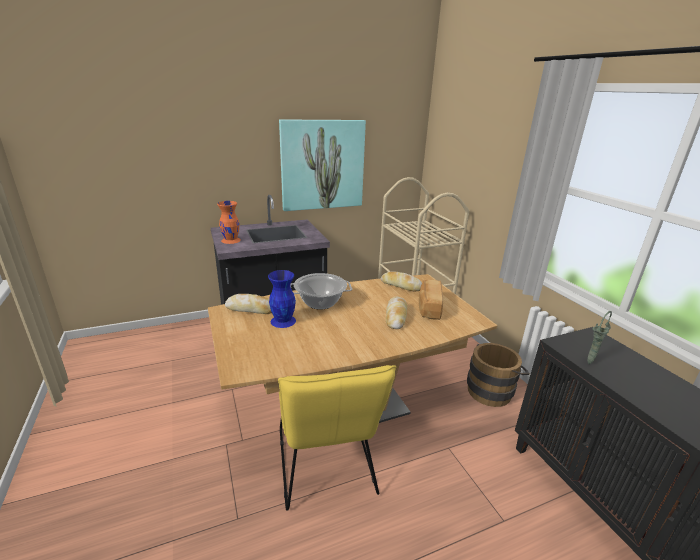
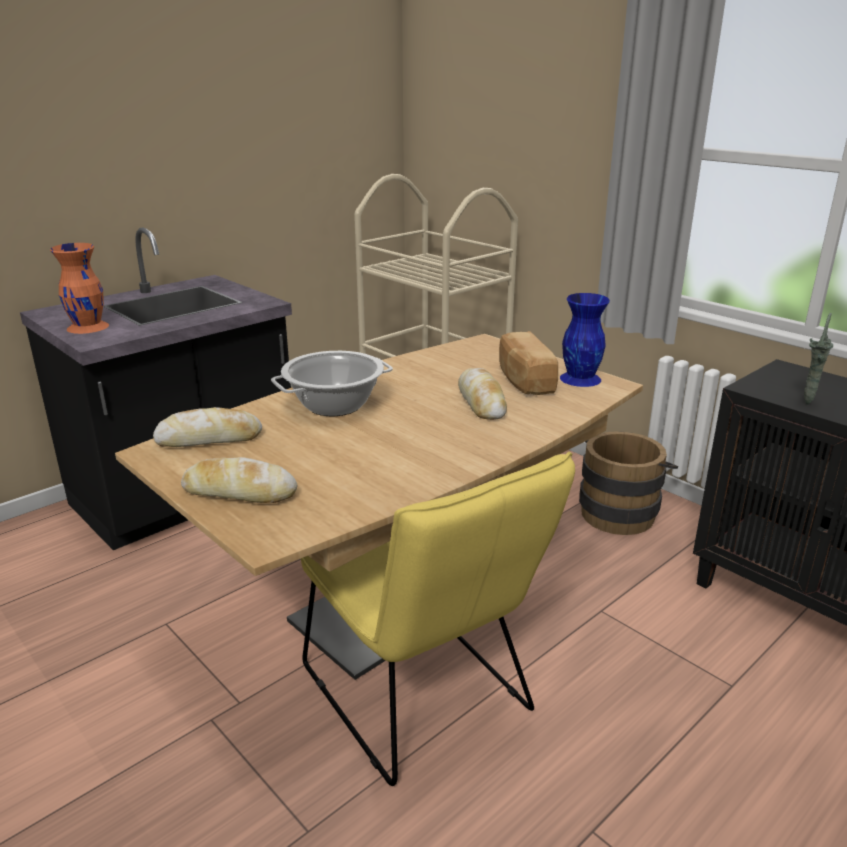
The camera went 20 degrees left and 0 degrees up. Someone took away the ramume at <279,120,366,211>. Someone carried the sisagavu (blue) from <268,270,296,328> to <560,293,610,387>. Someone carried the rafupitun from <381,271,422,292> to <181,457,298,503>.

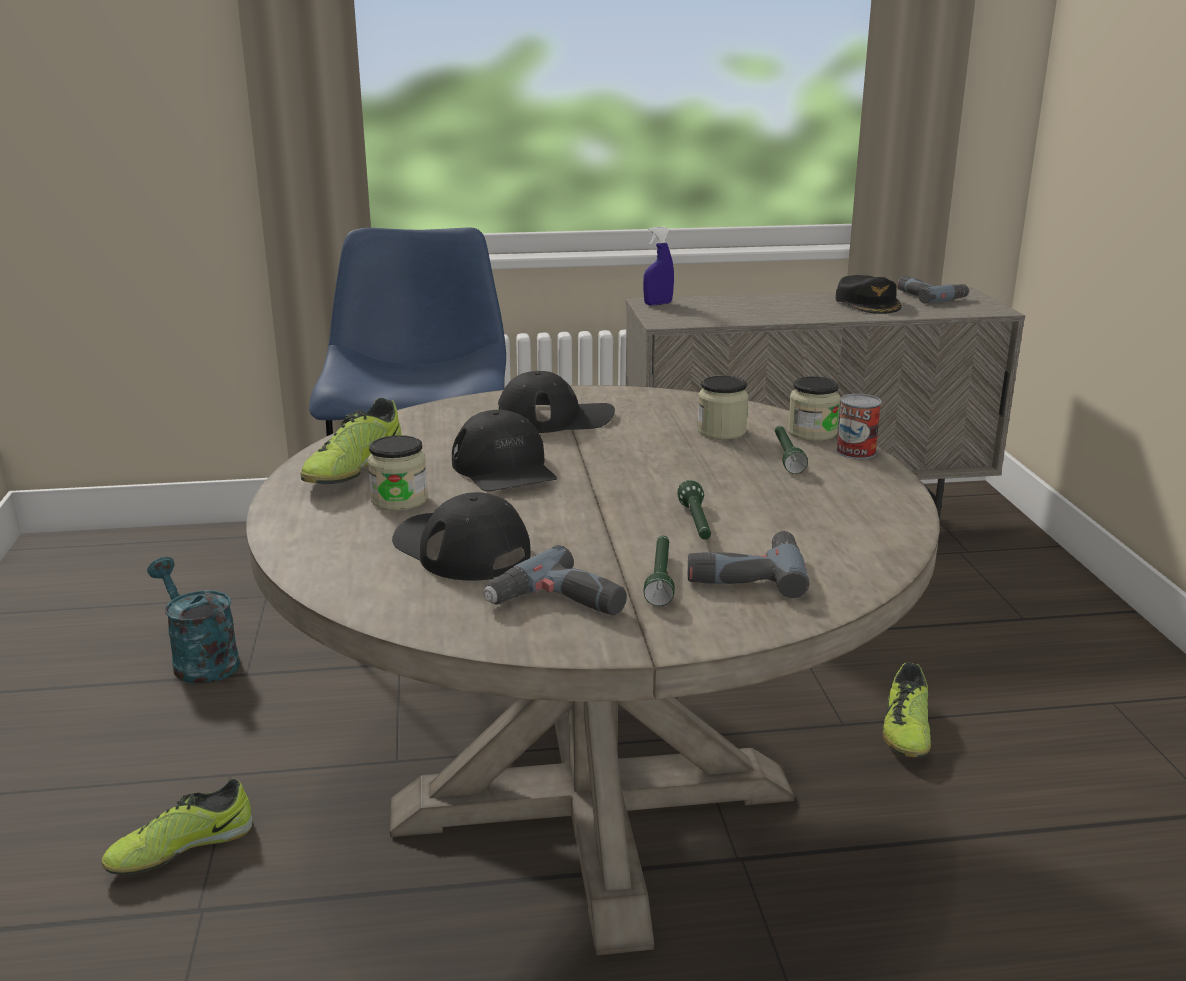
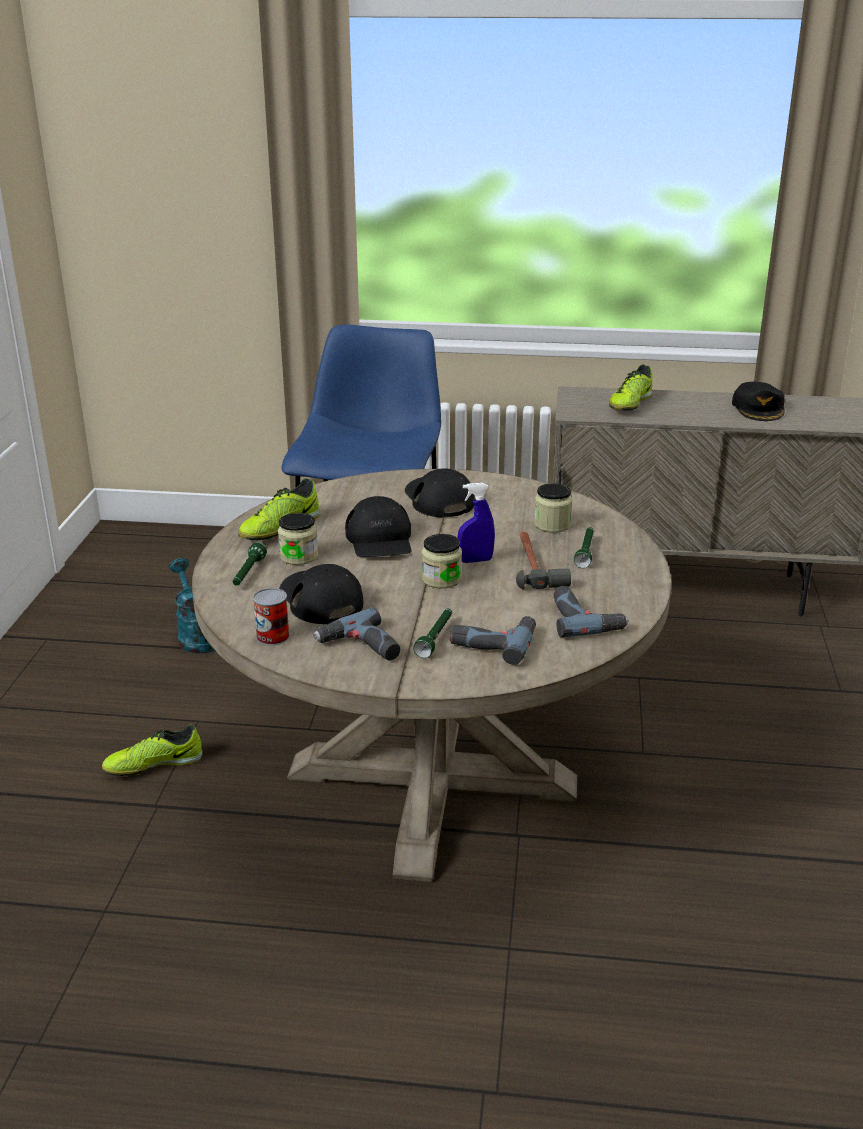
The camera went 15 degrees right and 5 degrees up. Someone carried the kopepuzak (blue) from <643,227,674,305> to <458,483,495,563>. Someone carried the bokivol from <897,276,970,304> to <554,586,629,637>. Someone rotated the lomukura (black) at <498,371,615,433> by 120 degrees counterclockwise. Someone carried the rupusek from <788,376,841,441> to <422,534,462,588>. Someone carried the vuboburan from <836,394,882,459> to <253,588,290,645>. Someone carried the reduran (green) from <677,480,711,540> to <233,542,267,586>. Someone carried the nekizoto from <882,662,931,757> to <609,364,653,411>. Someone put down the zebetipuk at <516,532,571,590>.

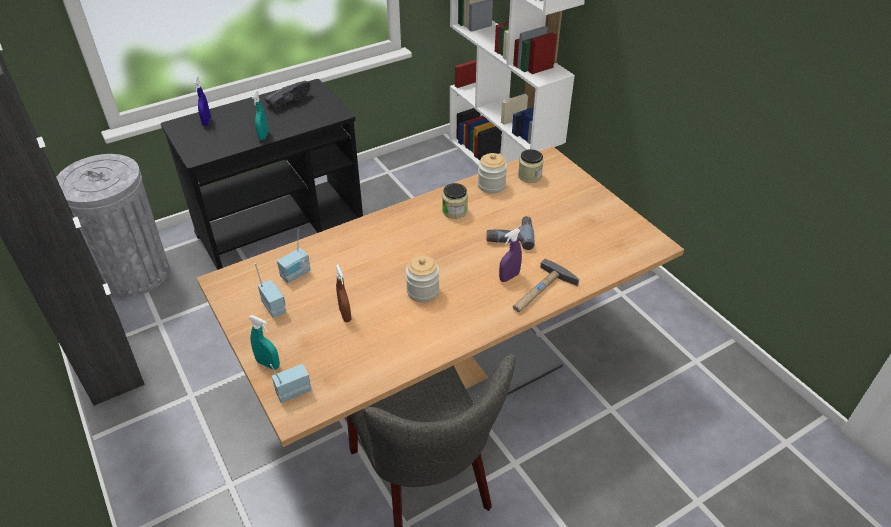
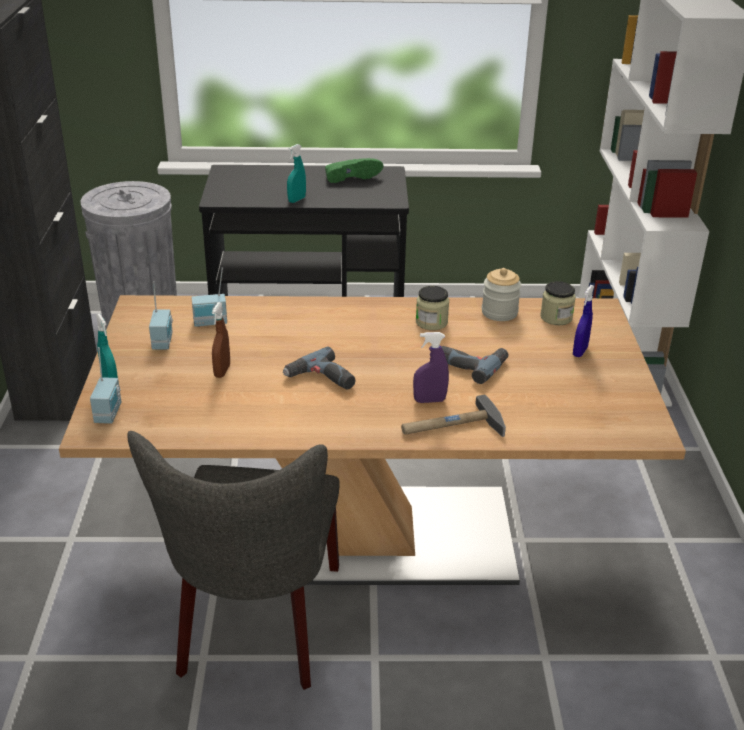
The camera went 30 degrees right and 10 degrees down. Someone carried the kopepuzak (blue) from <193,77,211,126> to <573,285,594,357>. Someone repainted the nekizoto (black) at <265,81,311,111>, which became the nekizoto (green) at <325,158,383,183>. Someone swapped the rupusek at <406,255,439,302> for the bokivol at <283,347,355,389>. Someone rotated the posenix at <270,364,312,403> by 90 degrees clockwise.

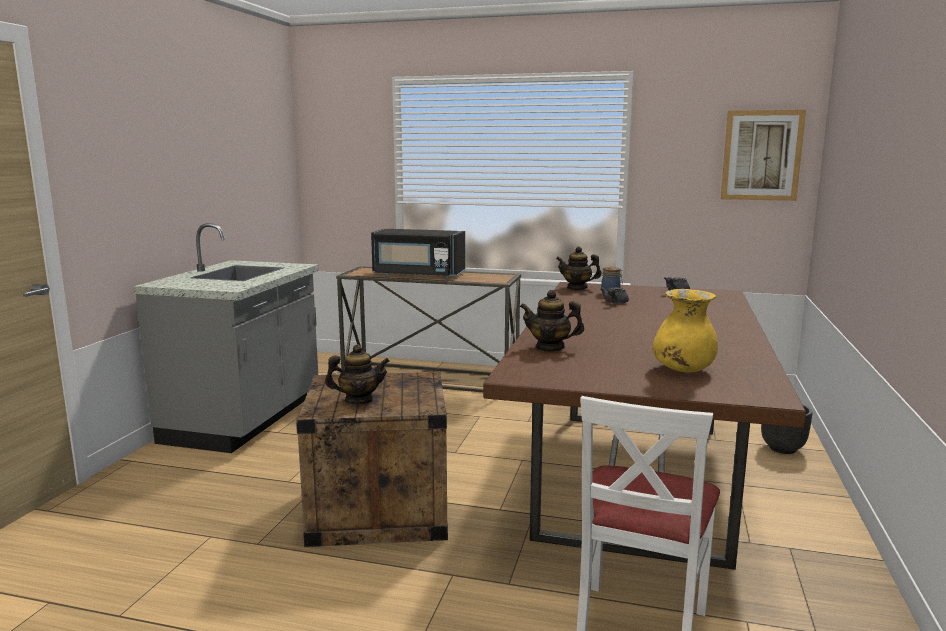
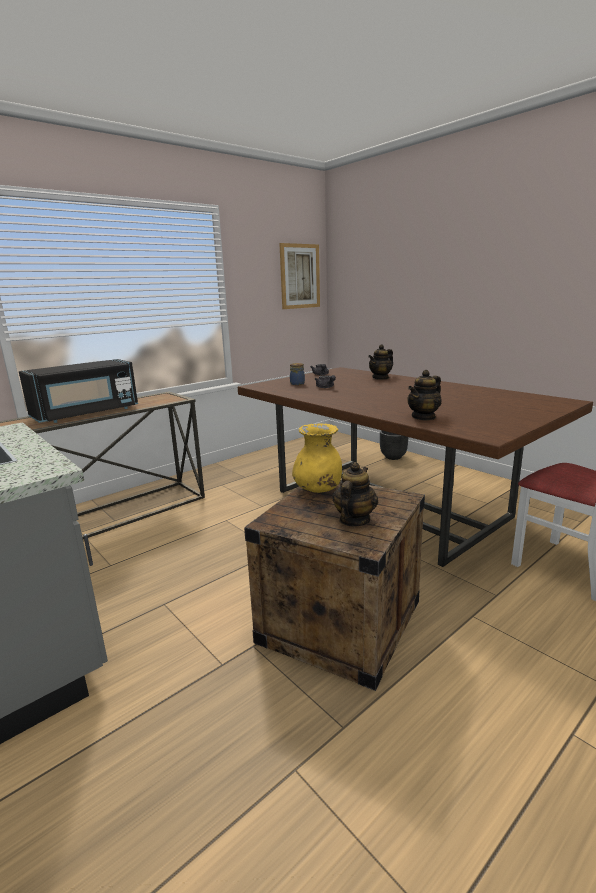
The camera went 55 degrees left and 5 degrees up. Someone carried the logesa from <556,247,602,290> to <368,344,393,380>. Someone carried the sisagavu (yellow) from <653,289,718,373> to <292,423,342,493>.

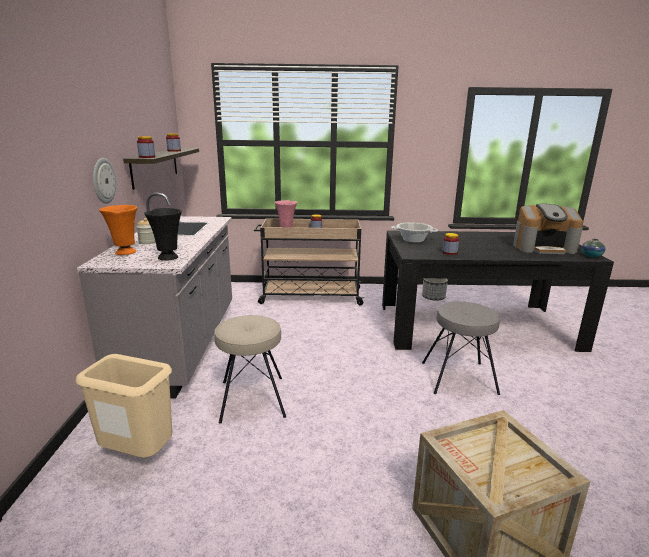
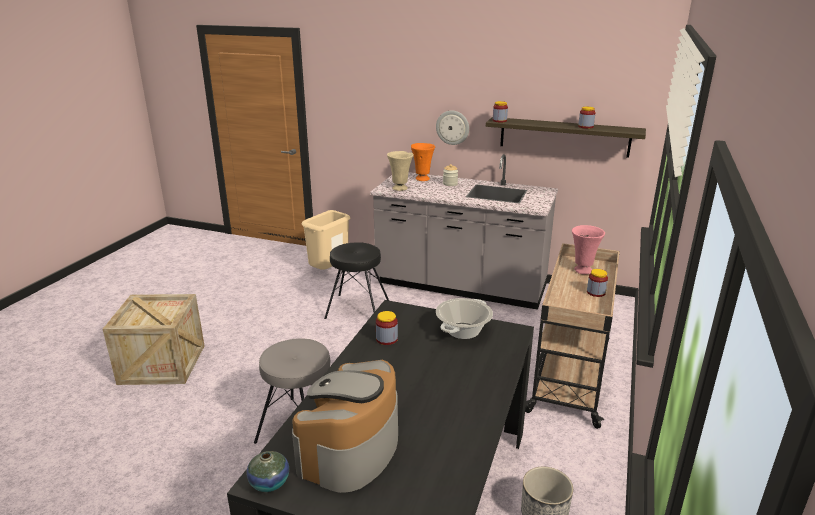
The camera went 110 degrees right and 5 degrees up. Someone repainted the sisagavu (black) at <144,208,182,261>, which became the sisagavu (beige) at <387,151,414,191>. Someone repainted the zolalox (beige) at <215,315,286,424>, which became the zolalox (black) at <324,242,389,319>.

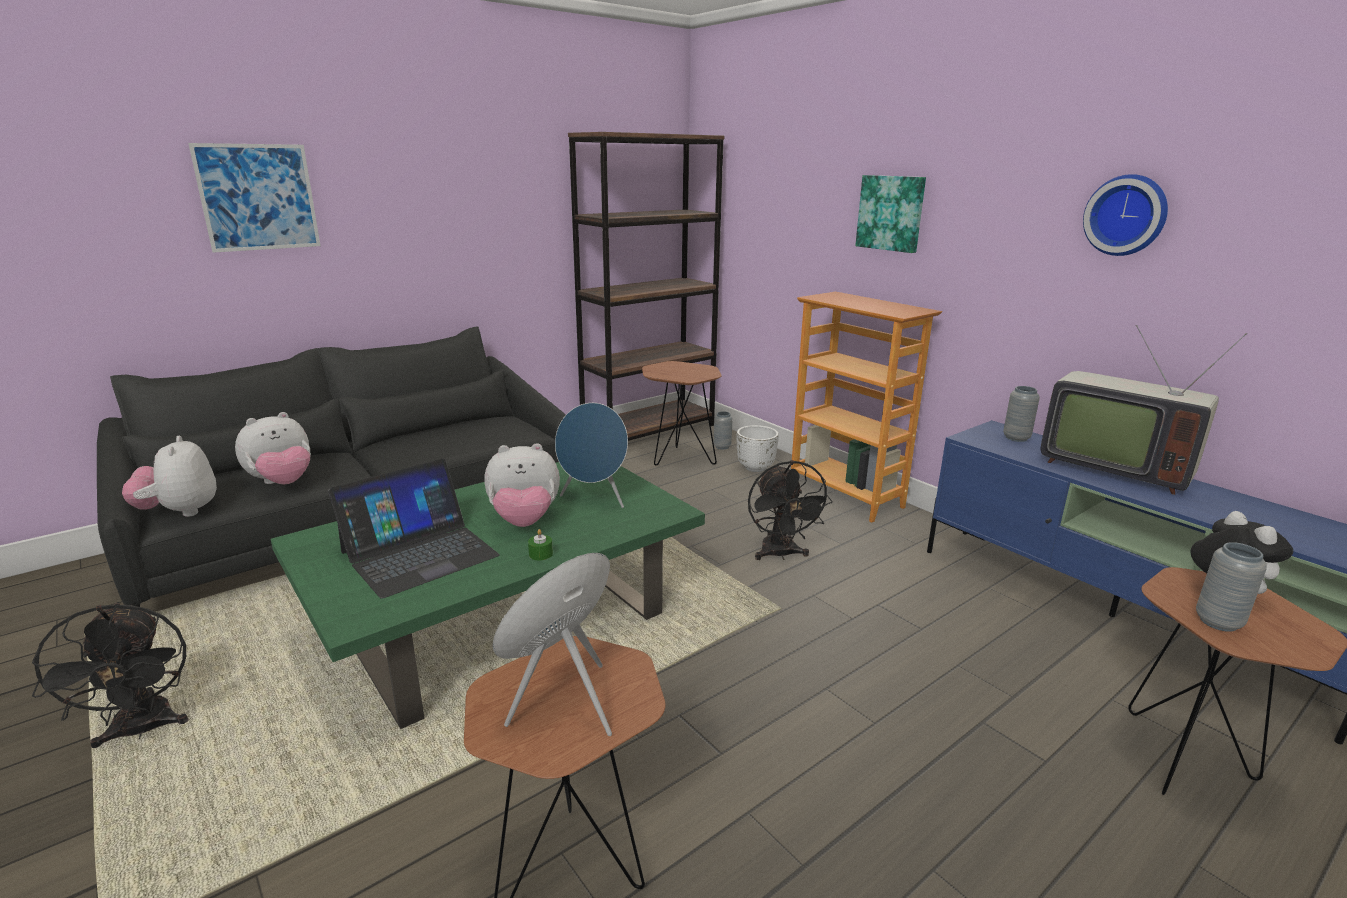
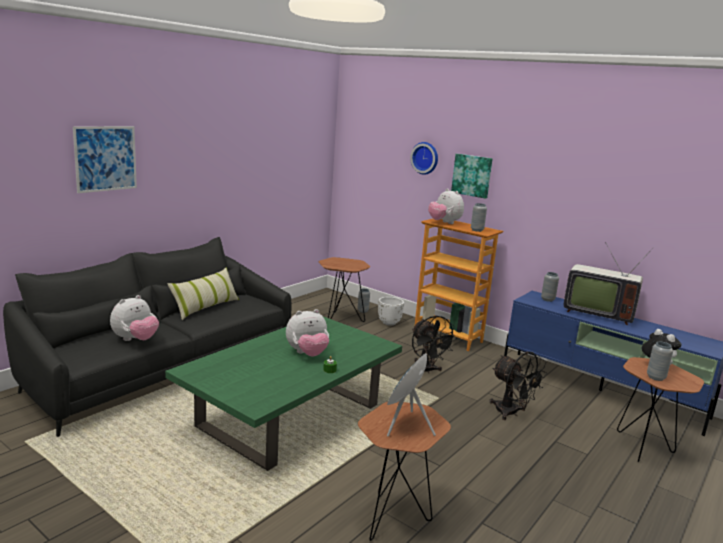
The camera went 15 degrees left and 5 degrees down. Someone took away the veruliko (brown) at <568,132,724,441>. Someone carried the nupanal from <1083,174,1168,256> to <410,142,438,175>. Someone took away the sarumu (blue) at <555,403,628,508>. Someone carried the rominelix from <122,436,217,517> to <428,188,464,224>. Someone took away the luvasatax at <328,459,500,599>. Someone carried the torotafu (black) from <32,602,189,748> to <489,352,547,420>. Someone put down the sisagavu (grey) at <471,203,487,232>. Someone put down the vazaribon at <167,268,239,320>.

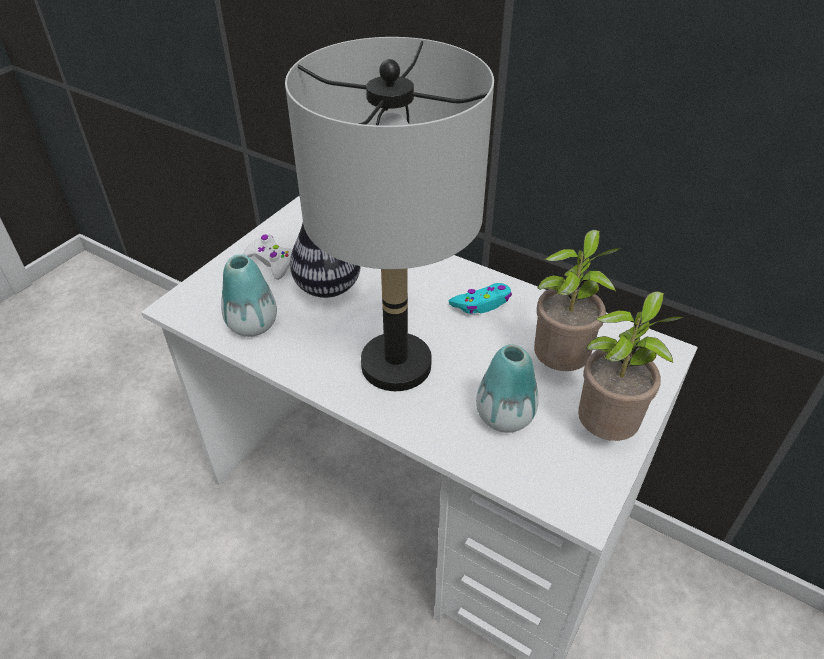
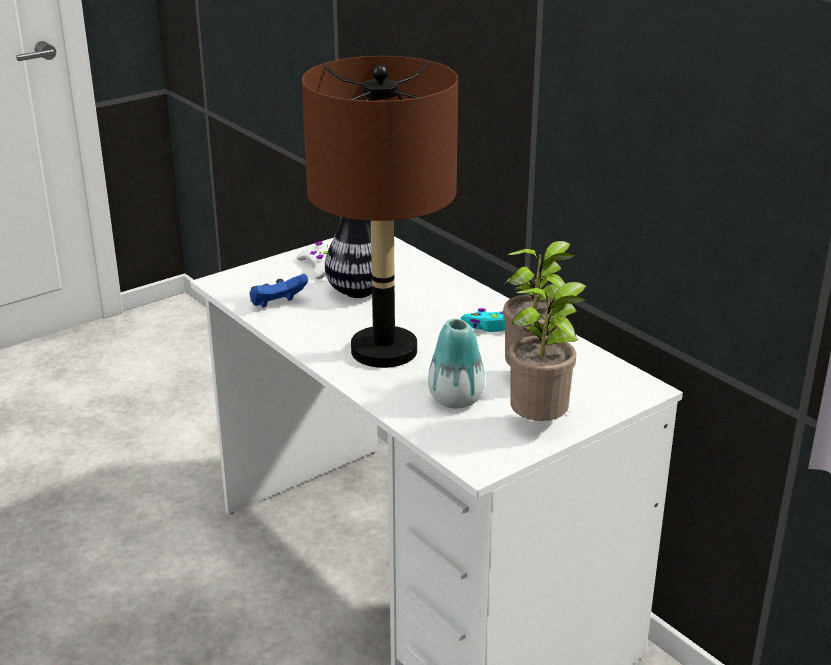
The camera went 20 degrees right and 15 degrees down. Someone repainted the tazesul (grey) at <285,37,494,391>, which became the tazesul (brown) at <302,56,458,368>. Someone swapped the sisagavu at <221,254,277,337> for the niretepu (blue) at <250,274,308,308>.

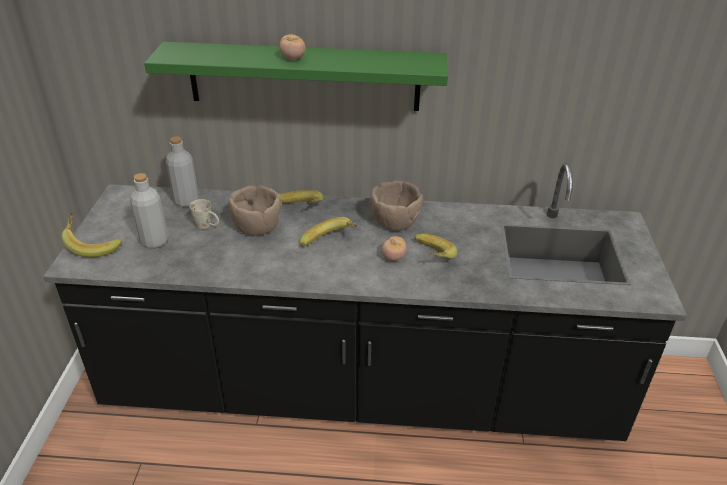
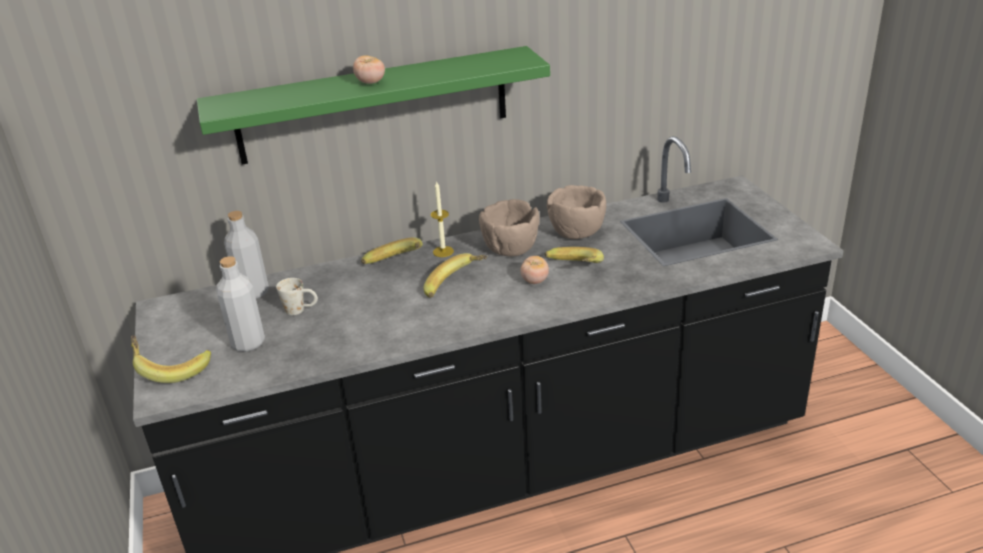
The camera went 20 degrees left and 5 degrees down. Someone carried the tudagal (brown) from <228,185,281,236> to <547,185,606,239>. Someone put down the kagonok at <431,181,454,257>.

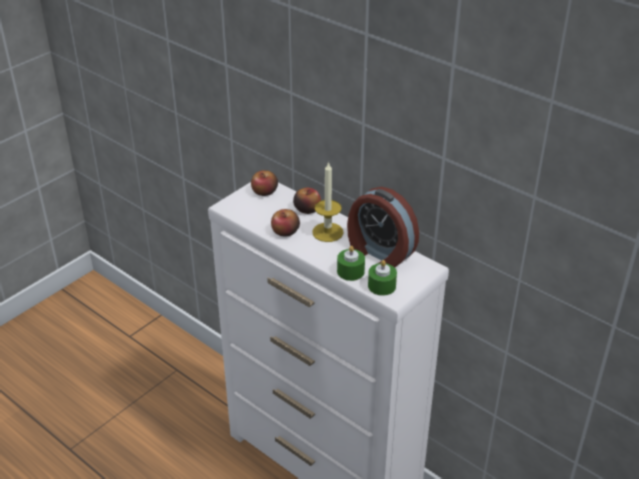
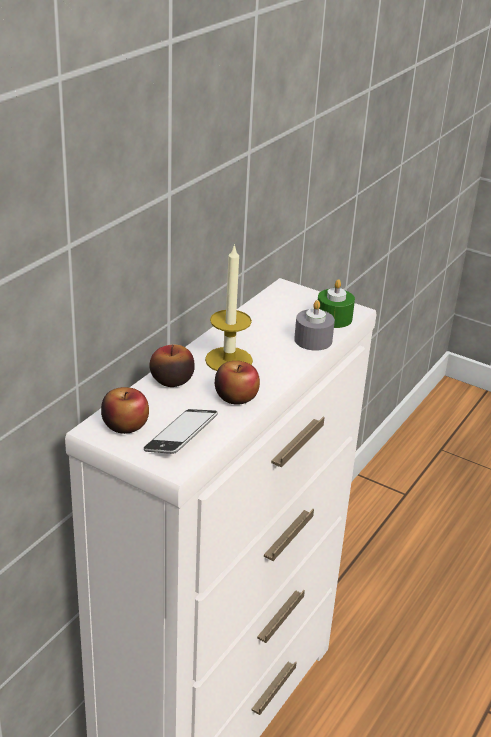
The camera went 100 degrees left and 5 degrees down. Someone took away the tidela at <347,187,419,268>. Someone repainted the kagonok (green) at <337,246,365,281>, which became the kagonok (grey) at <294,300,335,351>. Someone put down the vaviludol at <144,409,218,454>.

